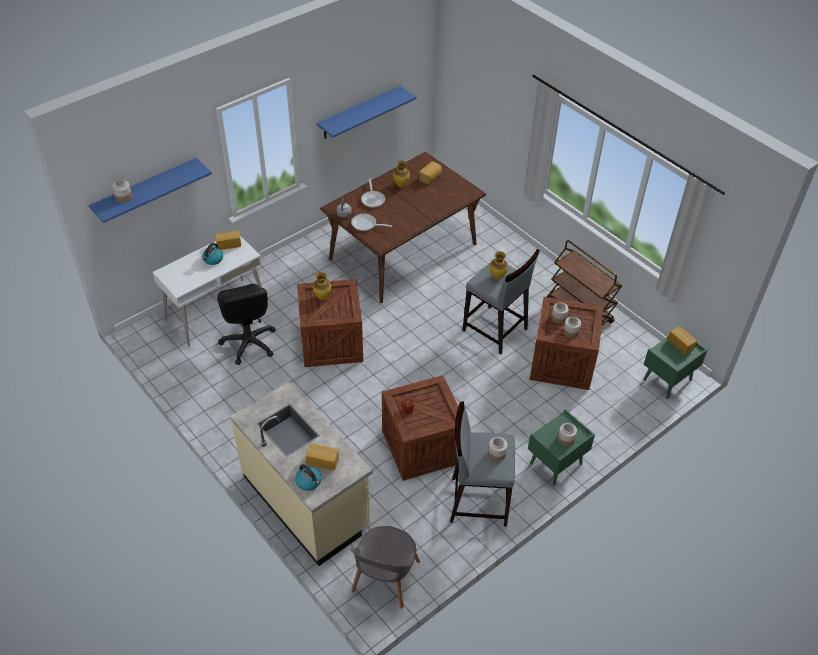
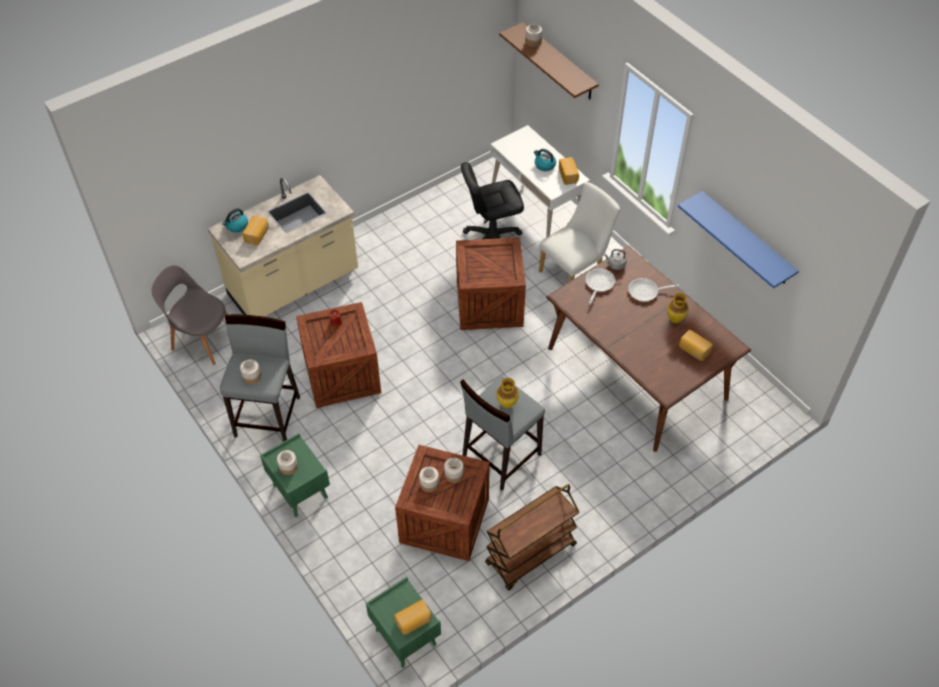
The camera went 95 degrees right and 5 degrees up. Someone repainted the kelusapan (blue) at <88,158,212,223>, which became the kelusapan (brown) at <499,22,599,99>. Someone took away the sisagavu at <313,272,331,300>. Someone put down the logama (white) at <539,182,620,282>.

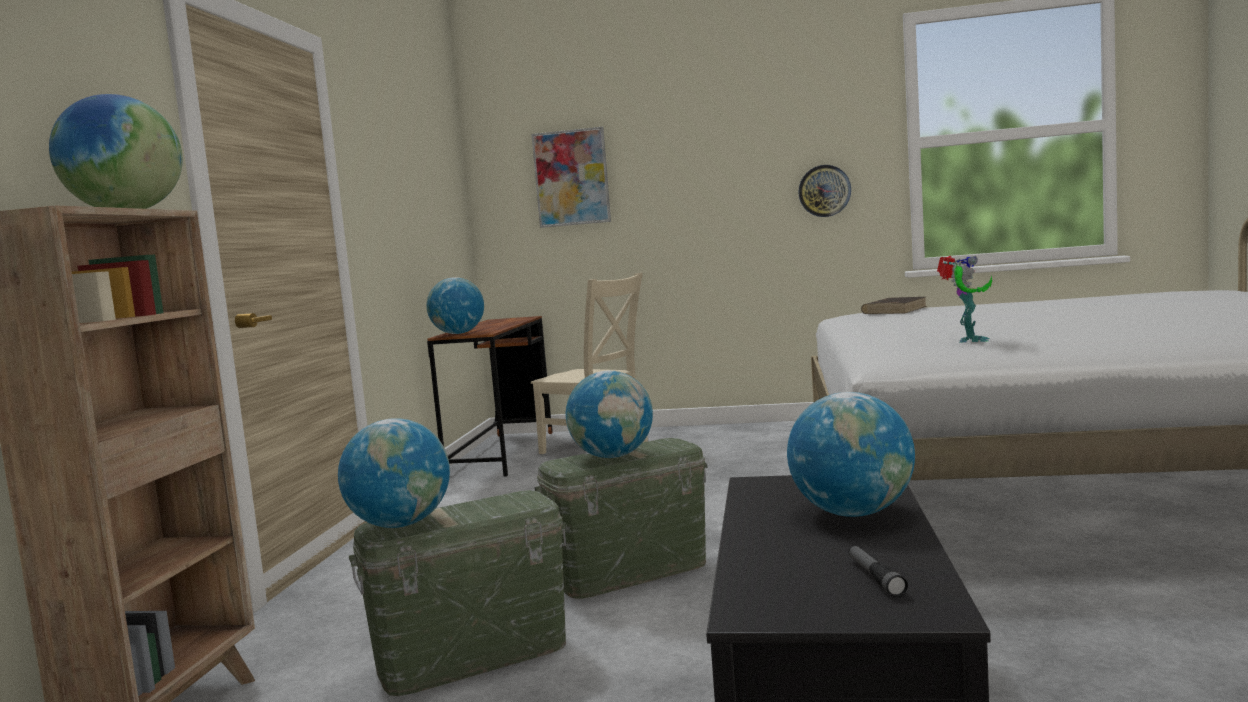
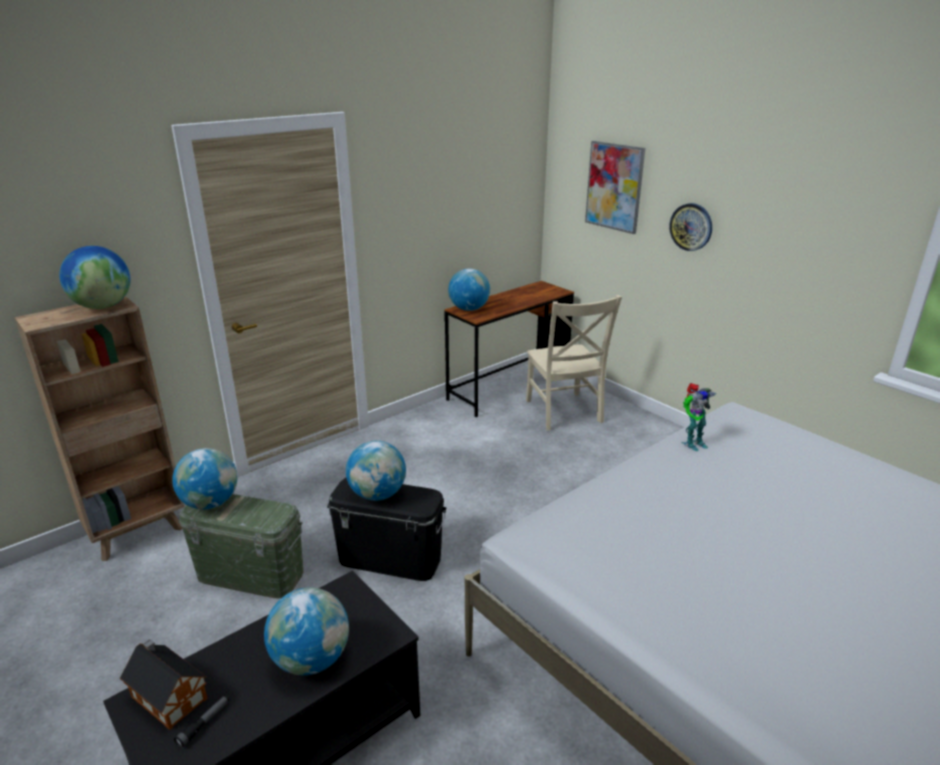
The camera went 40 degrees right and 20 degrees up. Someone carried the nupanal from <798,165,851,217> to <669,203,712,251>. Someone carried the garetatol from <937,256,992,343> to <681,383,717,451>. Someone took away the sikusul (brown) at <861,297,927,314>. Someone repainted the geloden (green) at <535,438,707,599>, which became the geloden (black) at <327,478,447,581>. Someone put down the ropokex at <120,639,208,730>.

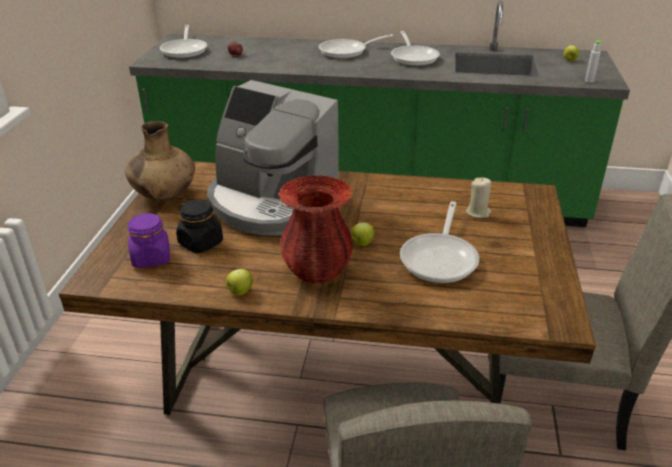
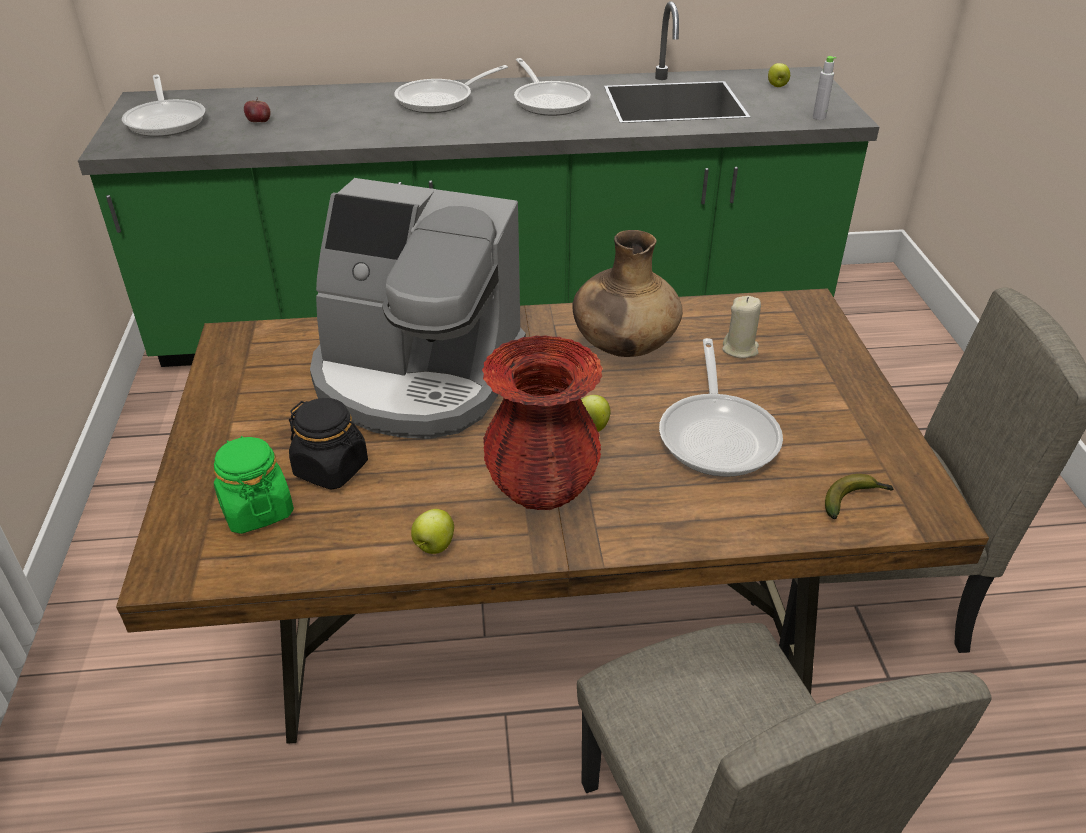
The camera went 15 degrees left and 5 degrees up. Someone carried the sisagavu (brown) from <125,121,195,200> to <572,230,683,357>. Someone repainted the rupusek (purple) at <127,213,170,268>, which became the rupusek (green) at <214,436,294,534>. Someone put down the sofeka at <825,474,894,519>.

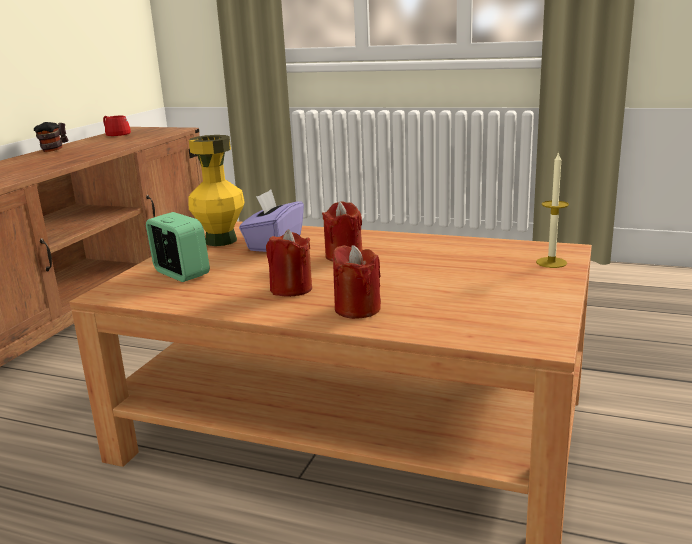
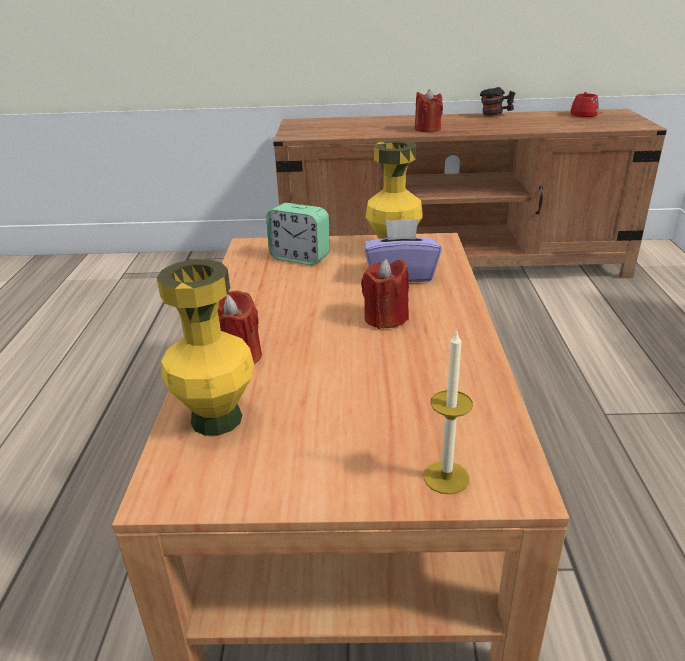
The camera went 70 degrees right and 10 degrees up. Someone rotated the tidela at <146,212,210,282> by 90 degrees clockwise. Someone carried the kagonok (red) from <266,229,312,297> to <415,89,443,132>. Someone put down the sisagavu (yellow) at <157,259,254,436>.

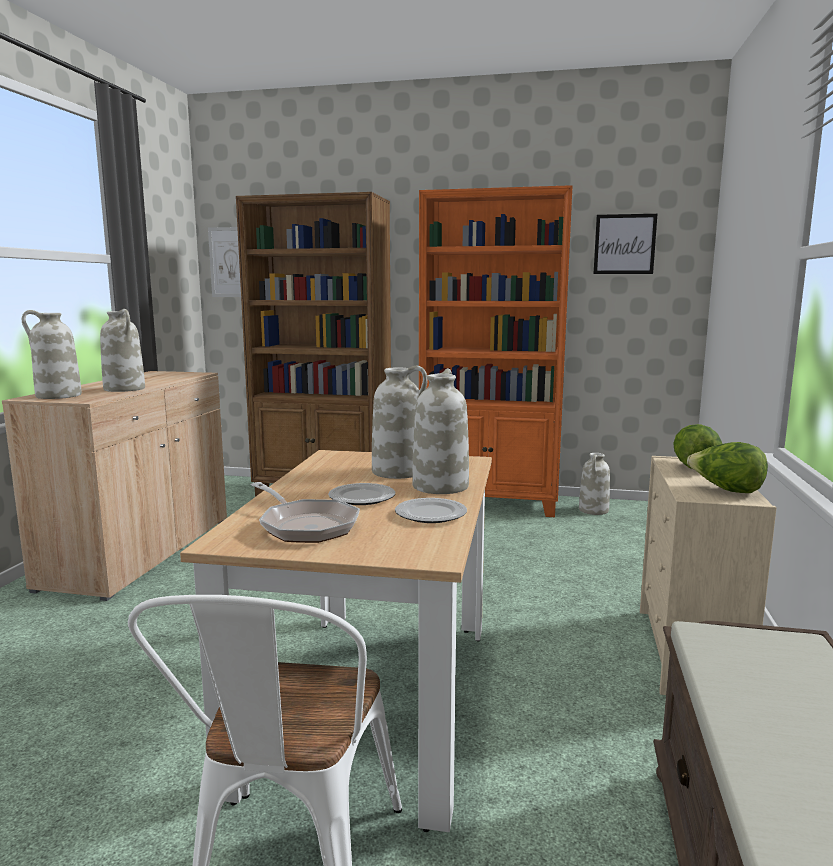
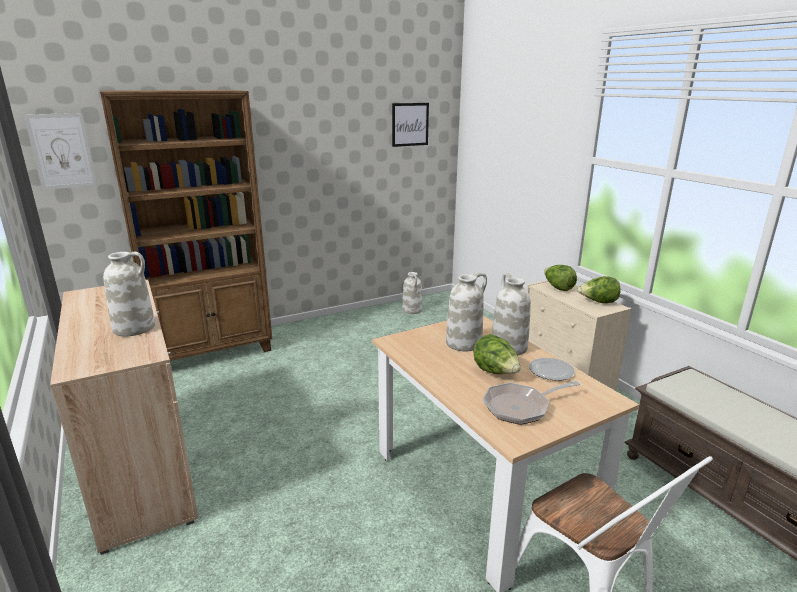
The camera went 40 degrees left and 10 degrees up. Someone took away the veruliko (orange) at <419,185,573,517>. Someone took away the sisagavu (white) at <22,310,82,399>. Someone rotated the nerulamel at <251,482,360,543> by 150 degrees clockwise. Someone swapped the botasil at <328,483,395,505> for the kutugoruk at <473,334,521,374>.

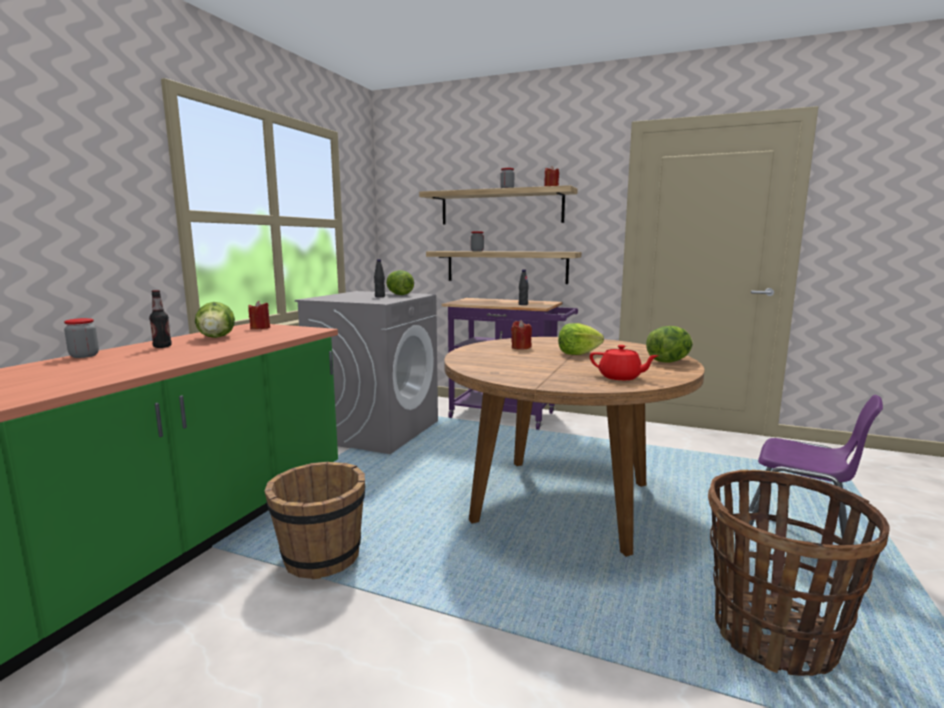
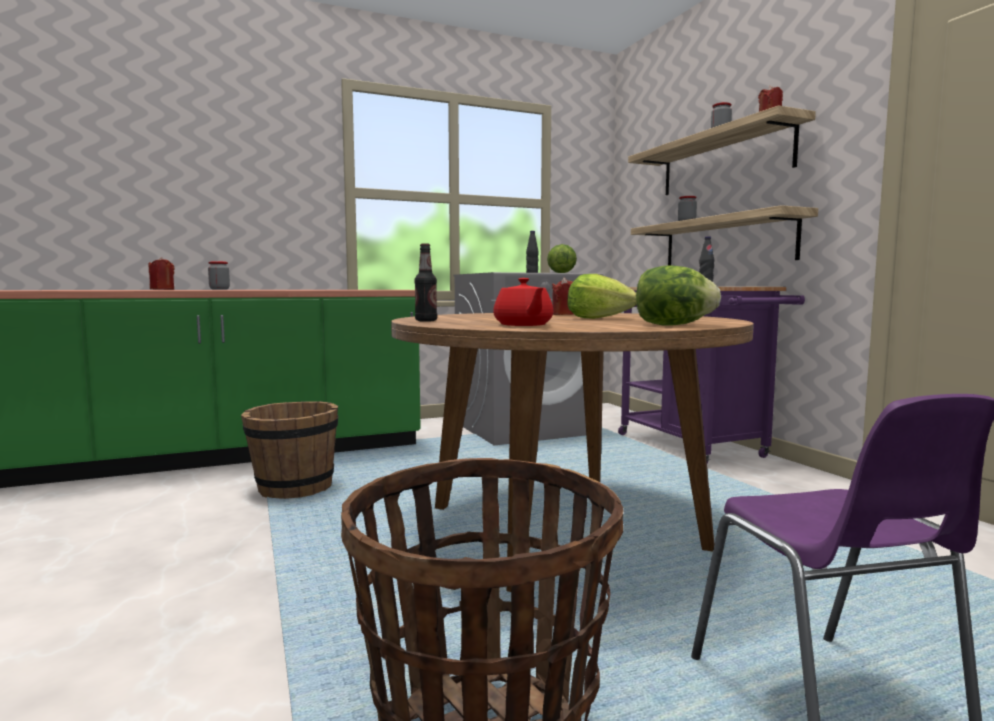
The camera went 45 degrees right and 5 degrees down. Someone carried the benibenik from <149,290,172,348> to <414,243,437,322>. Someone carried the kagonok (red) from <248,301,270,329> to <148,257,174,290>. Someone took away the kutugoruk at <195,302,235,338>.

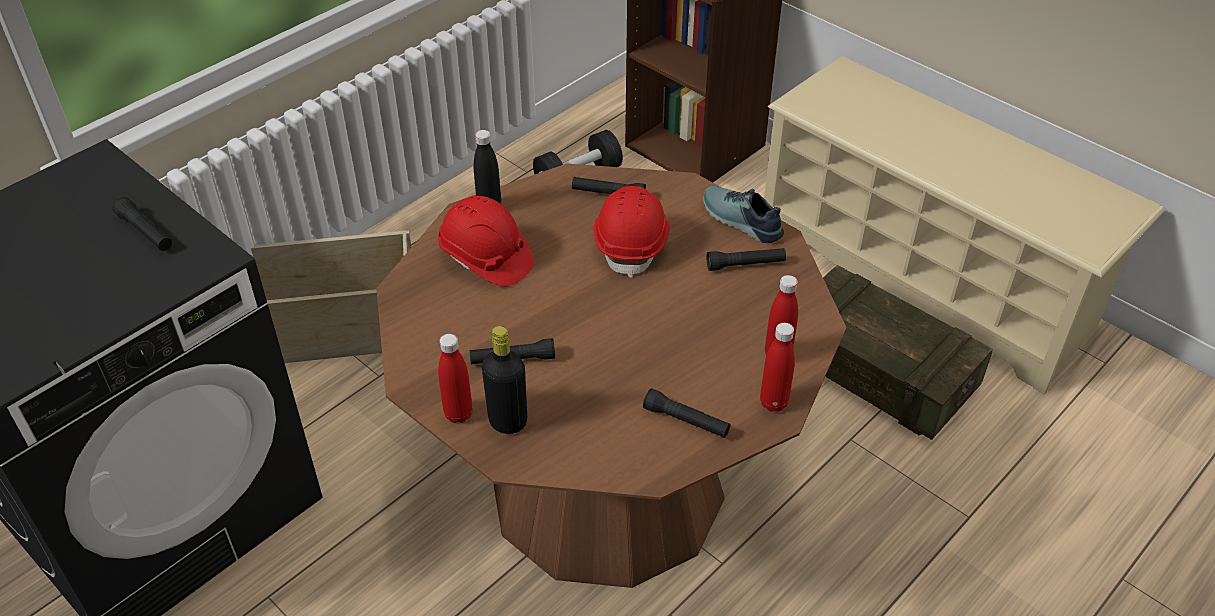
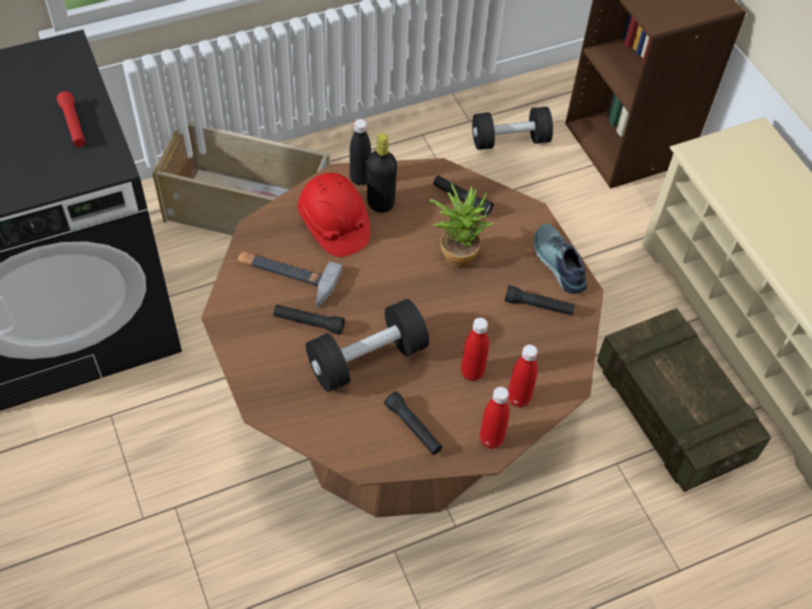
The camera went 20 degrees right and 10 degrees up. Someone swapped the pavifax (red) at <593,186,670,278> for the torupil at <429,183,494,268>. Someone repainted the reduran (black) at <113,197,172,251>, which became the reduran (red) at <56,91,86,147>. Someone carried the benibenik (black) from <482,326,527,434> to <367,133,397,213>. Someone carried the benibenik (red) from <438,334,473,423> to <461,317,489,381>. Someone put down the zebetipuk at <238,252,342,308>. Someone put down the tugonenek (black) at <306,299,429,392>.

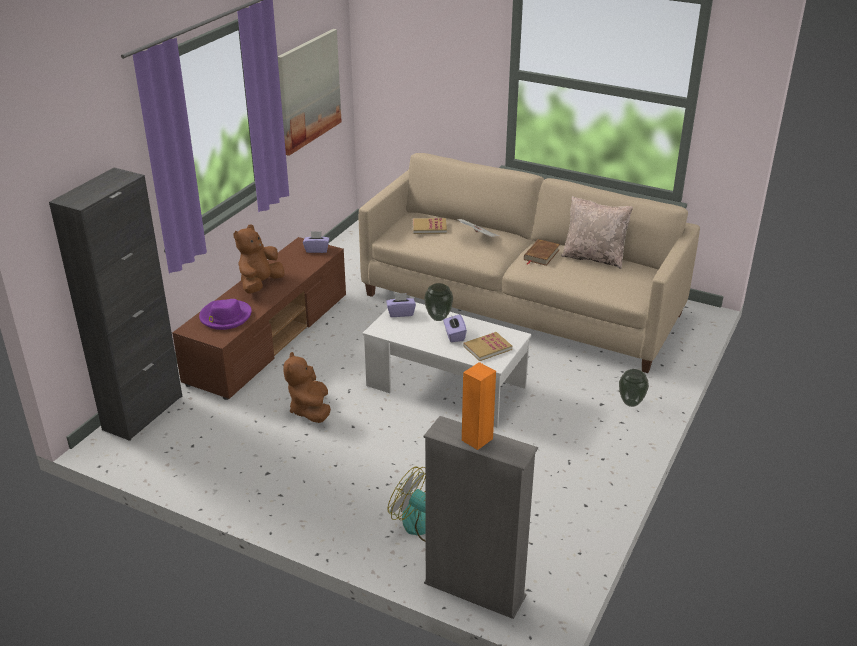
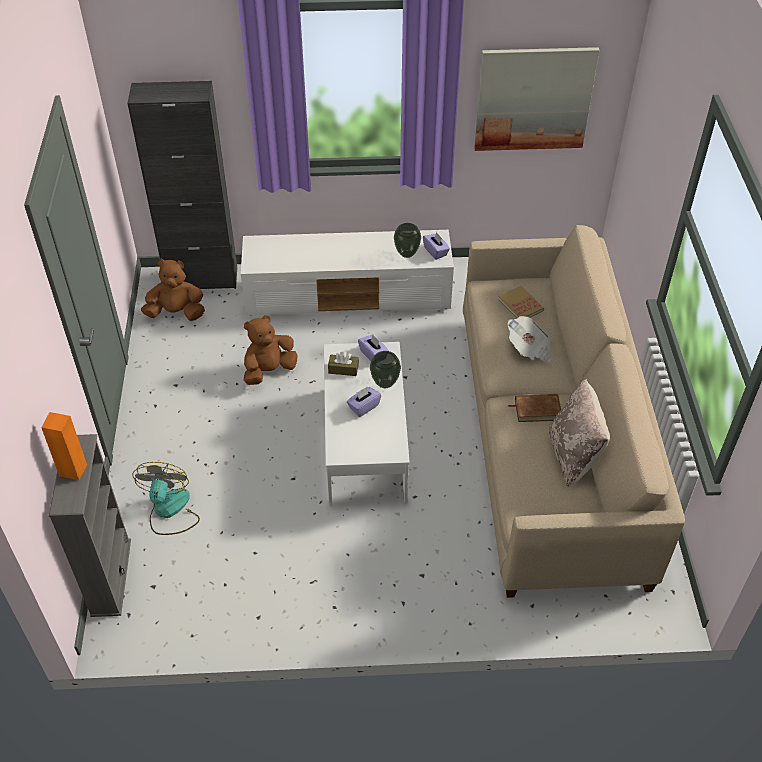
The camera went 60 degrees right and 15 degrees up. Someone carried the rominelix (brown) from <233,224,285,294> to <141,259,205,321>. Someone repainted the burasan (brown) at <172,237,346,400>, which became the burasan (white) at <241,230,454,315>. Someone took away the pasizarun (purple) at <199,299,252,330>. Someone took away the sikusul at <463,332,512,361>. Someone carried the sisagavu from <619,369,649,407> to <394,223,421,258>. Someone put down the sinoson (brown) at <328,352,359,376>.

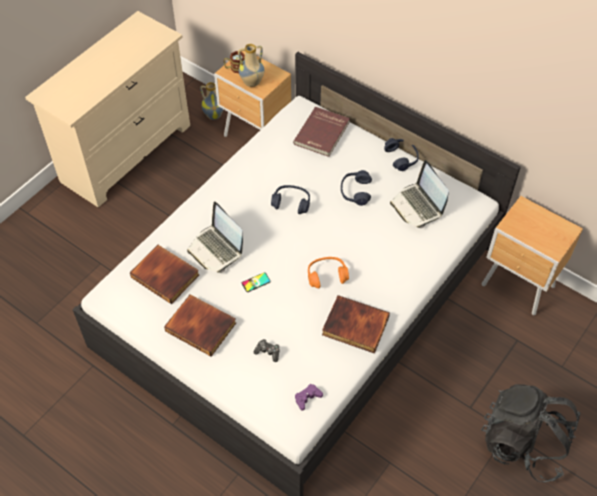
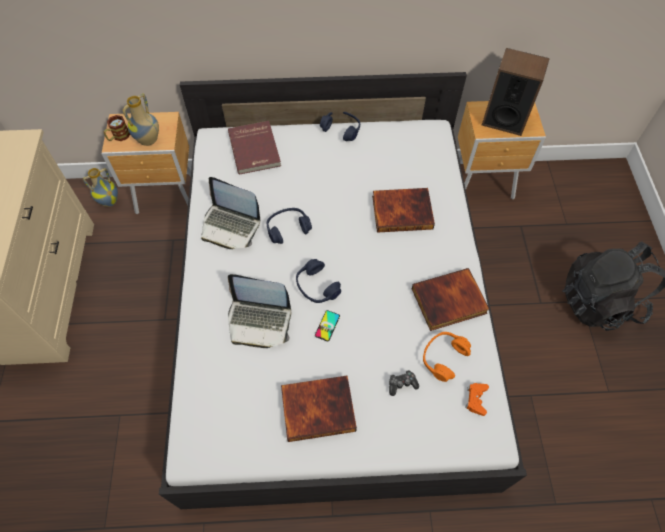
The camera went 40 degrees left and 5 degrees up. Someone carried the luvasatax from <390,160,449,228> to <201,177,260,249>. Someone carried the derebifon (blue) from <341,170,372,206> to <296,259,341,303>. Someone carried the sikusul from <130,245,199,304> to <372,188,435,233>. Someone carried the derebifon (orange) from <308,257,349,288> to <423,332,471,382>. Someone repainted the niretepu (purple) at <295,384,323,411>, which became the niretepu (orange) at <466,383,489,416>. Someone put down the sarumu at <482,48,550,136>.

